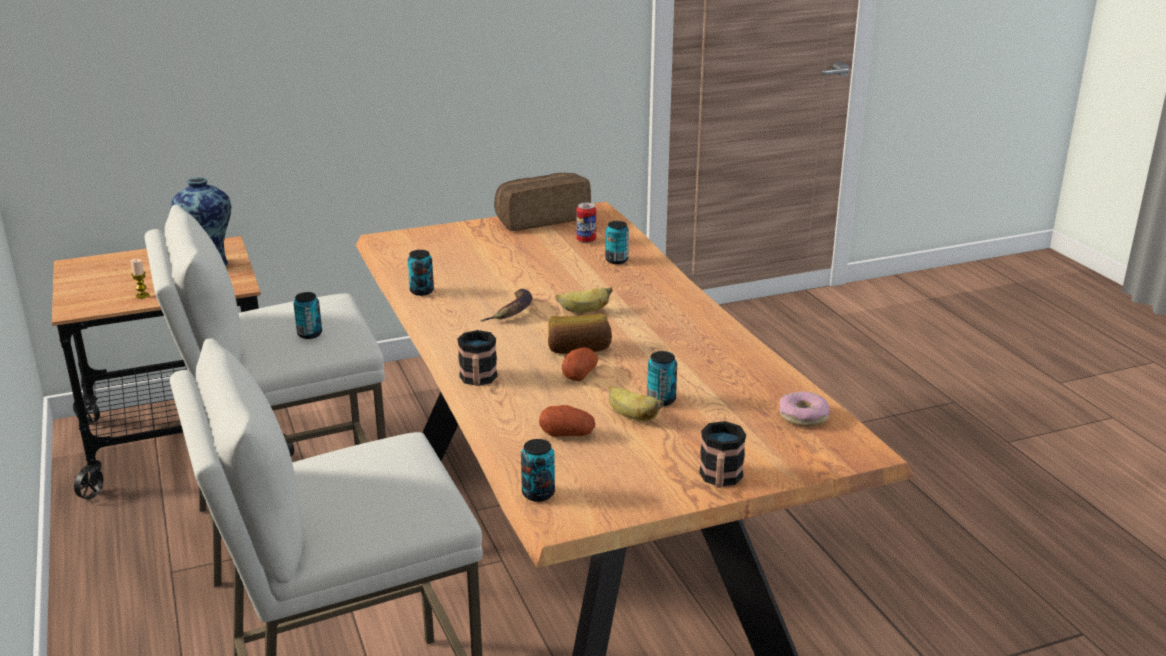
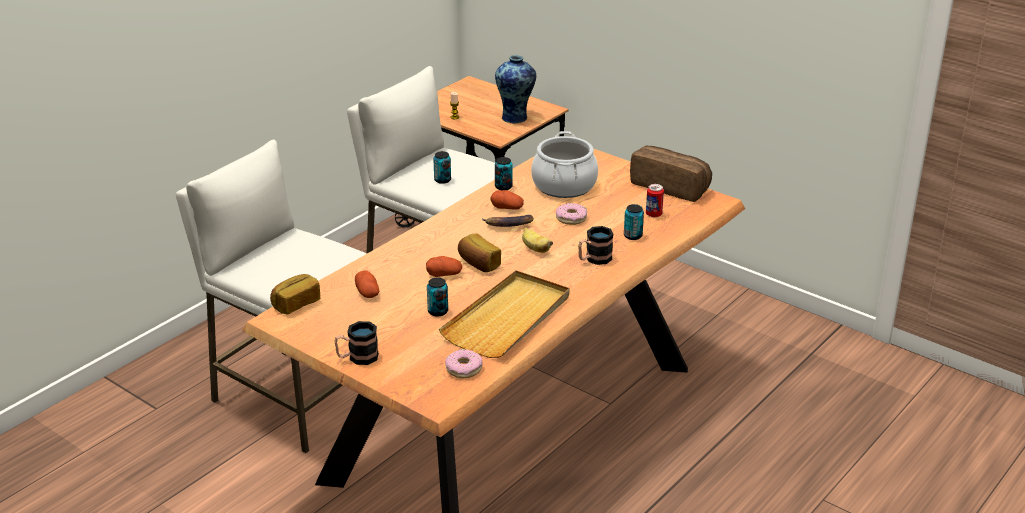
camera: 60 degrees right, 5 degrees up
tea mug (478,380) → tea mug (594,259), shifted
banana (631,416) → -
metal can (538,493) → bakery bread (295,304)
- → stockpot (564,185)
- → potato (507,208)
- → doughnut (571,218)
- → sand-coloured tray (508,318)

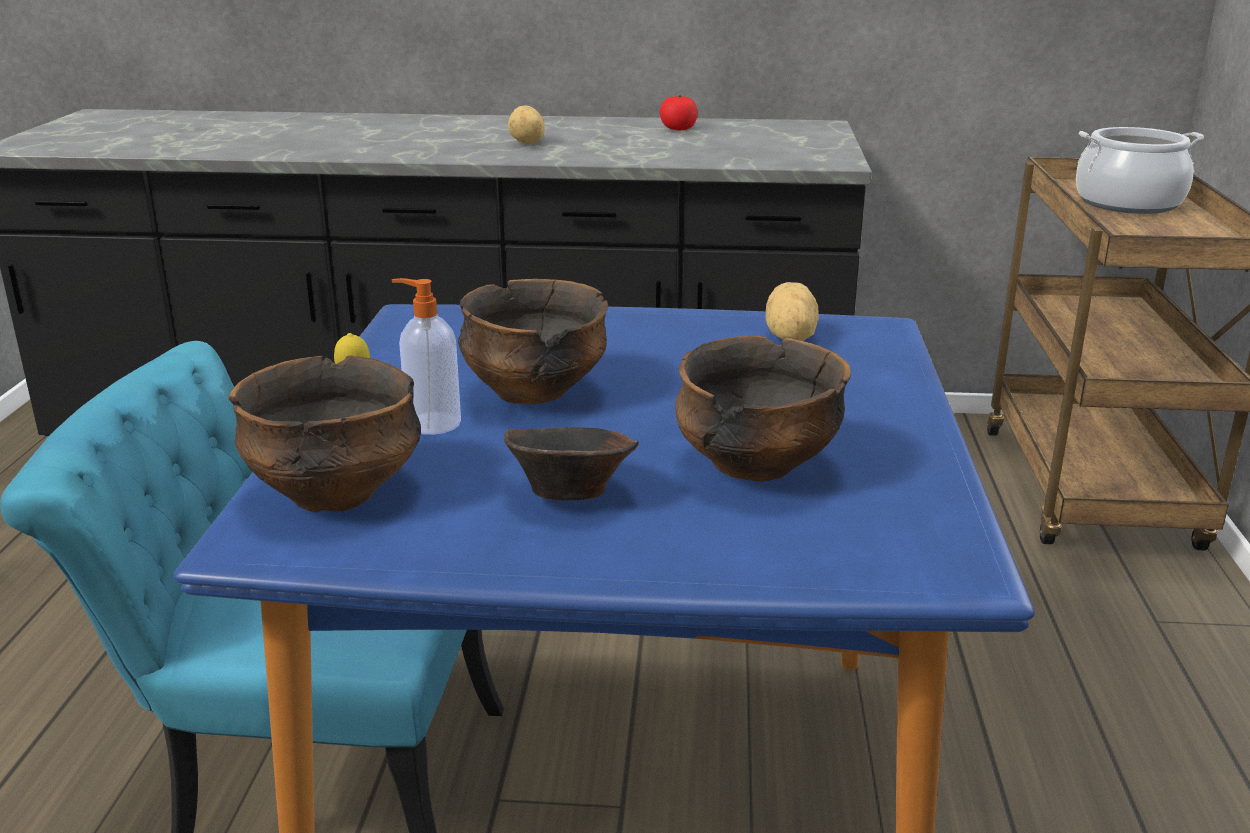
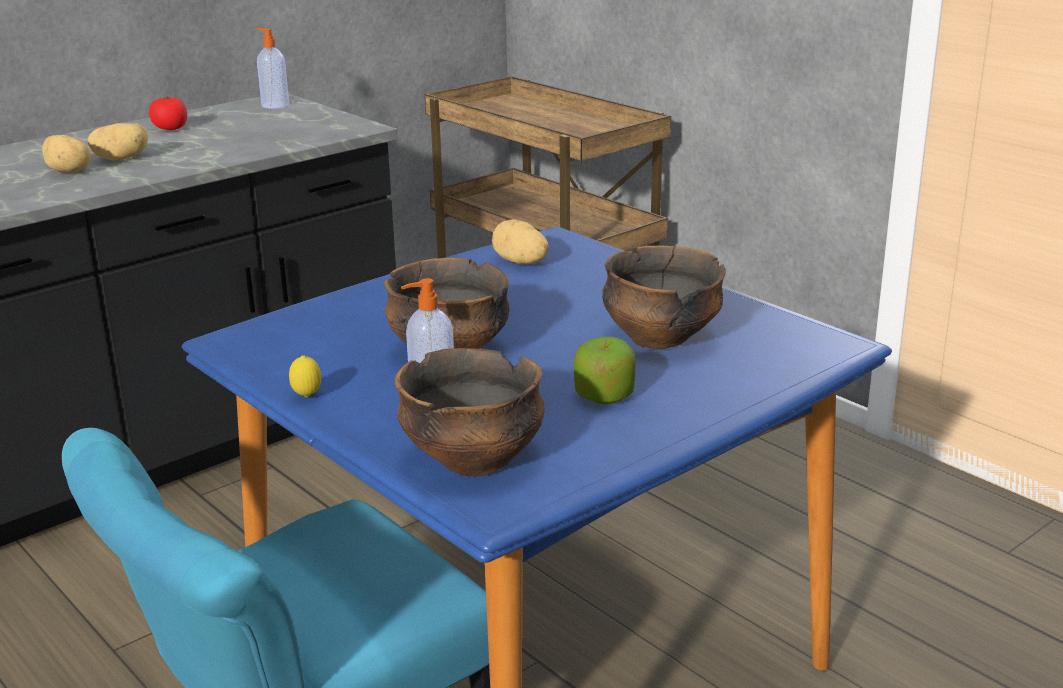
camera: 45 degrees left, 0 degrees up
stockpot (1128,203) → -
brown-coloured deep dish (568,494) → whole apple (604,395)
- → liquid soap bottle (274,105)
- → potato (122,158)

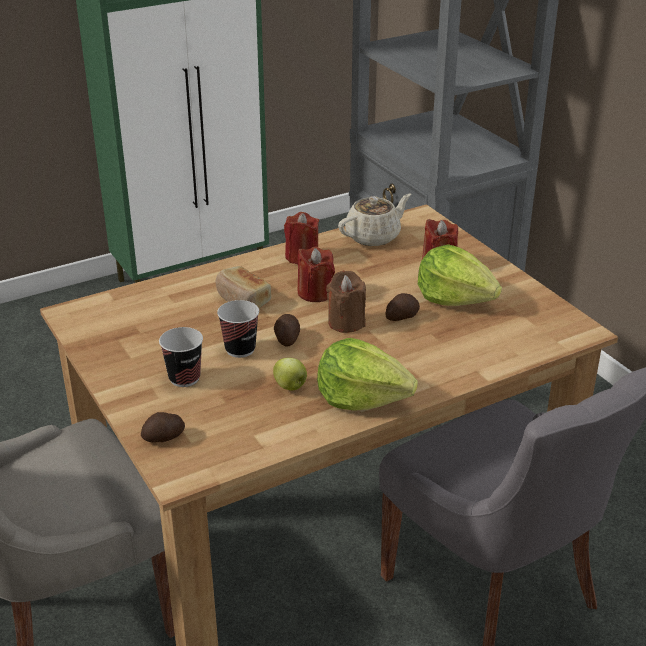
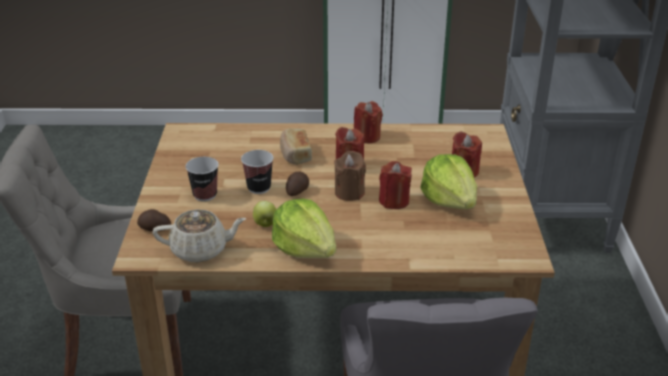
camera: 30 degrees right, 0 degrees up
sand-coloured teapot (374,237) → sand-coloured teapot (201,250), shifted
potato (401,316) → reddish candle (394,201)

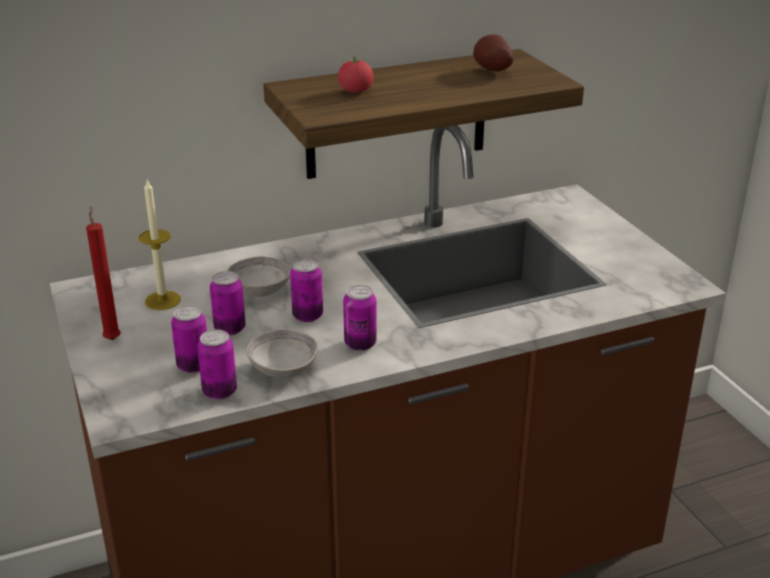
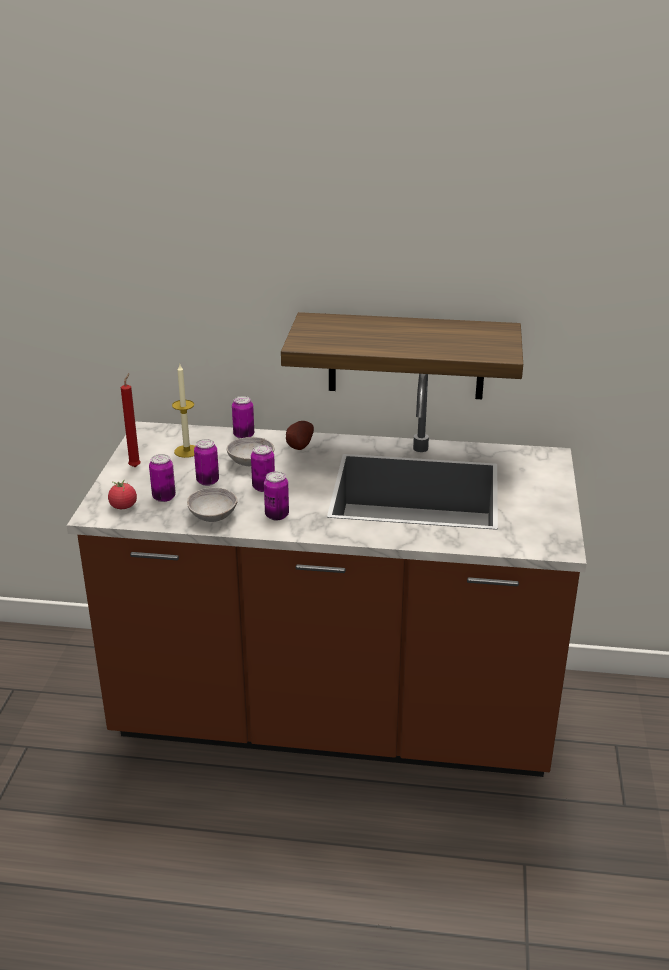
camera: 30 degrees right, 0 degrees up
potato (490,70) → potato (298,447), shifted
tomato (355,91) → tomato (123,506), shifted
metal can (219,392) → metal can (244,435), shifted

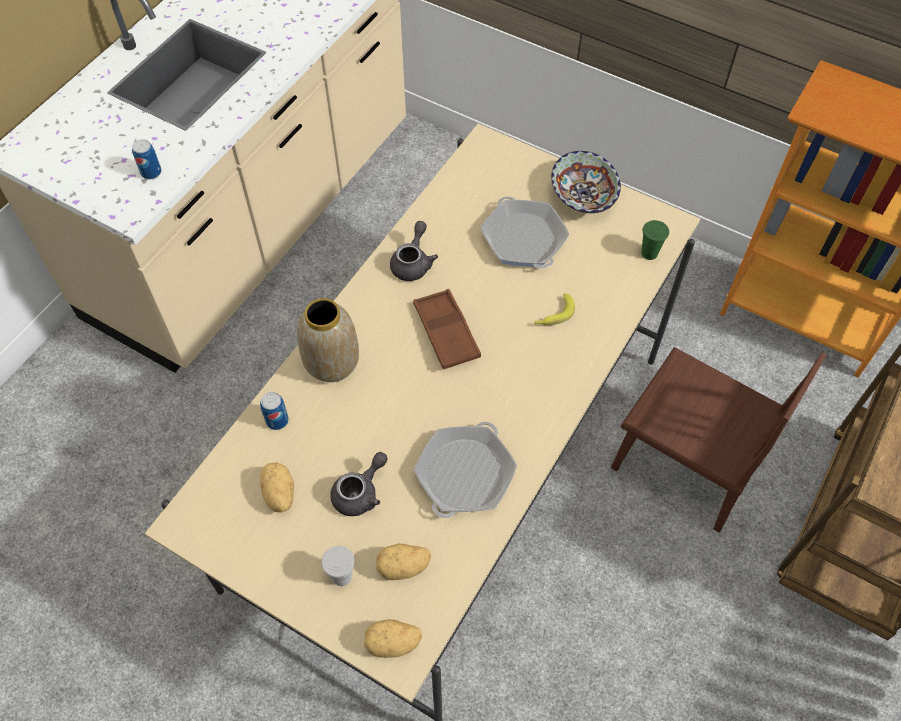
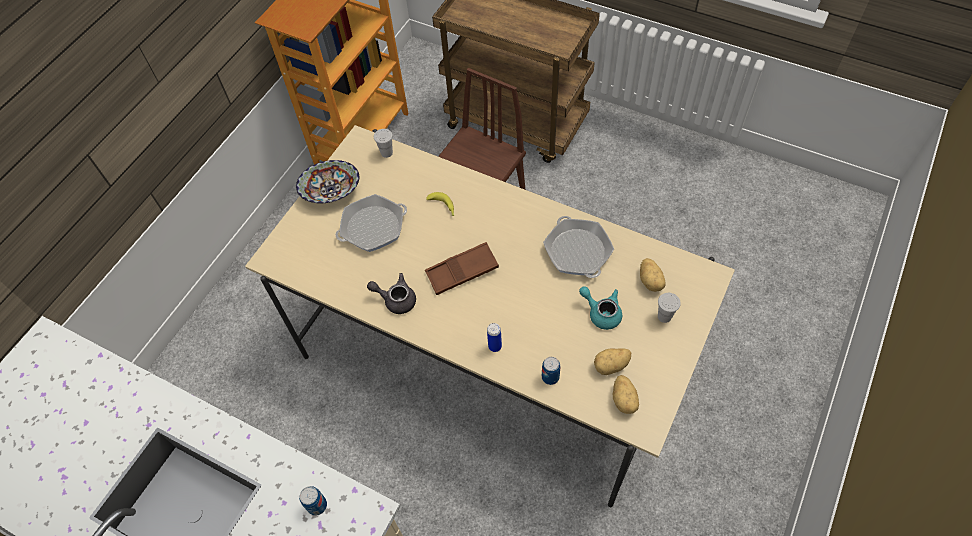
camera: 90 degrees left, 0 degrees up
greenish drinking cup (649,253) → whitish drinking cup (386,153)
vase (331,363) → metal can (495,346)
skillet (465,474) → skillet (577,251), 45 degrees clockwise
grey teapot (360,493) → blue-green teapot (601,313)
potato (393,644) → potato (624,399), shifted

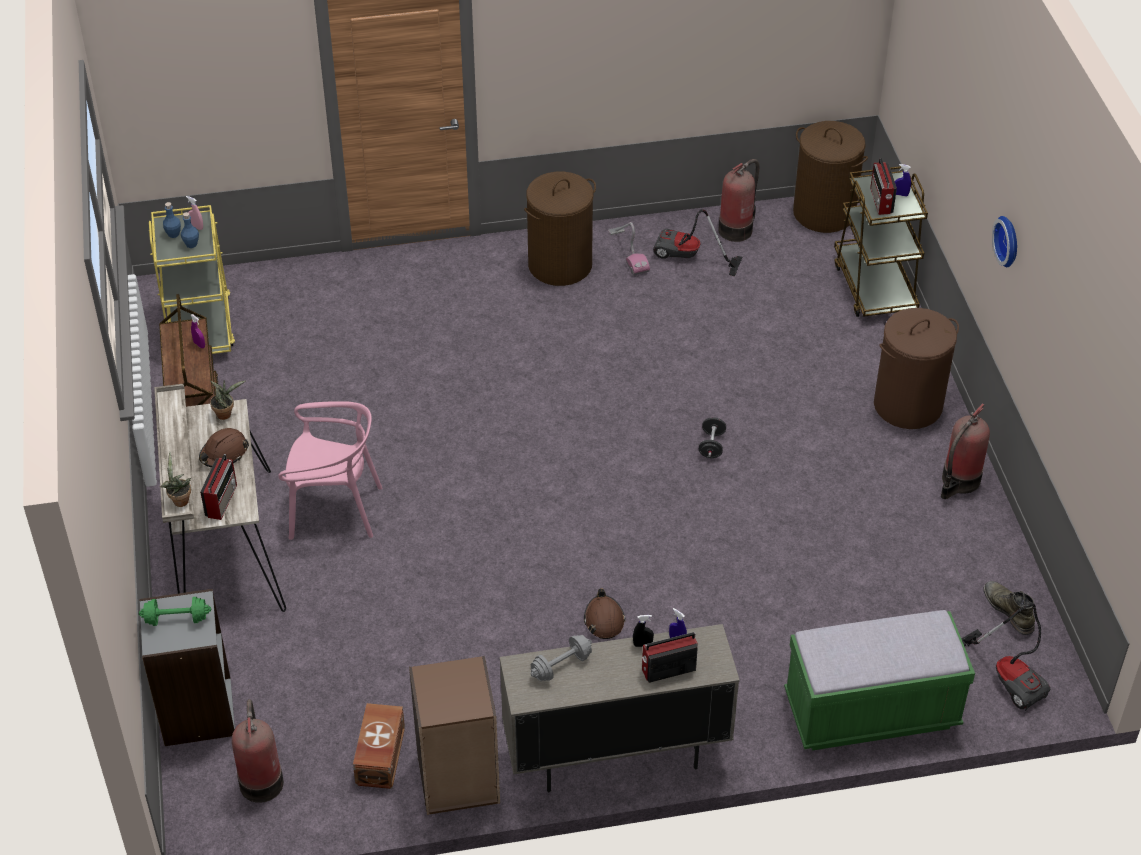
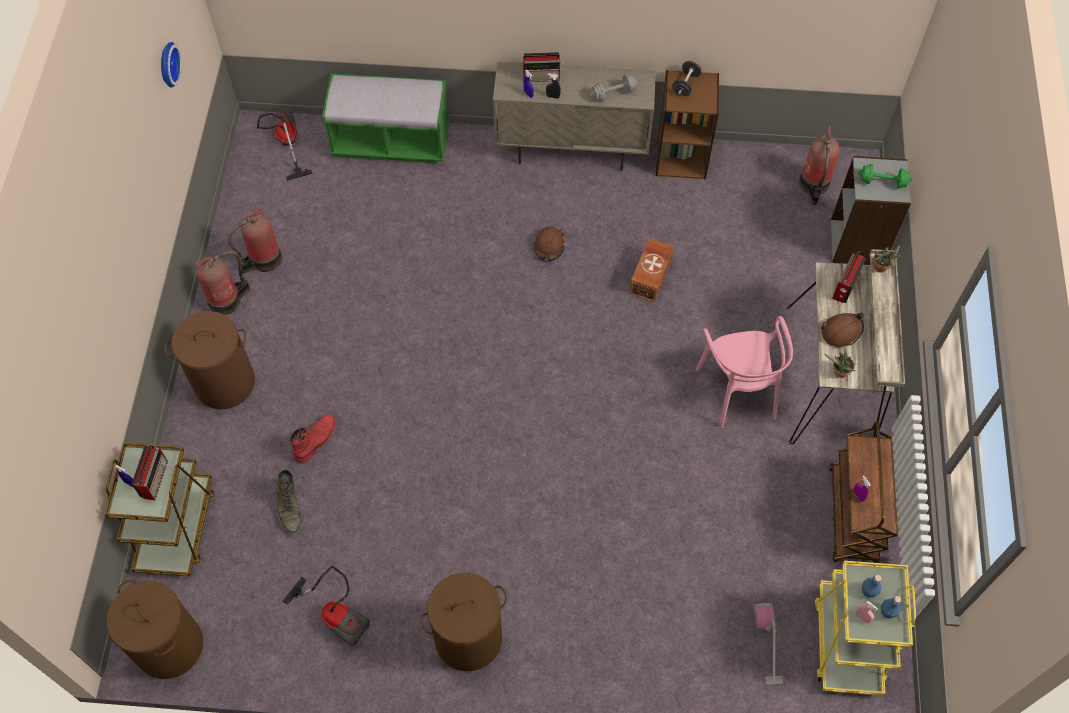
camera: 165 degrees left, 15 degrees up
fire extinguisher (737,229) → fire extinguisher (263,260), shifted
wall clock (1009,241) → wall clock (167,64), shifted
vacuum (628,252) → vacuum (767,644), shifted
pink-coloured plain chair (334,510) → pink-coloured plain chair (738,391), 120 degrees counterclockwise
black-coloured hand weight (711,446) → black-coloured hand weight (685,85), shifted
greenish high-top boot (1008,610) → greenish high-top boot (289,508), shifted
brown-coloured storage box (379,757) → brown-coloured storage box (651,276), shifted
- → reddish high-top boot (316,440)

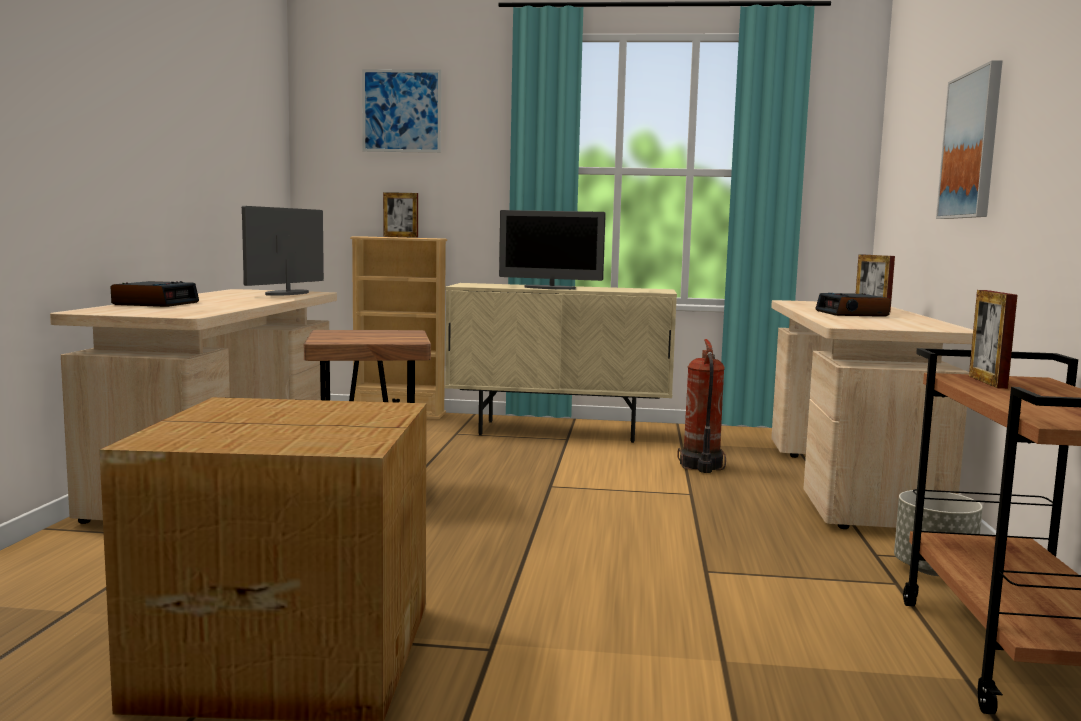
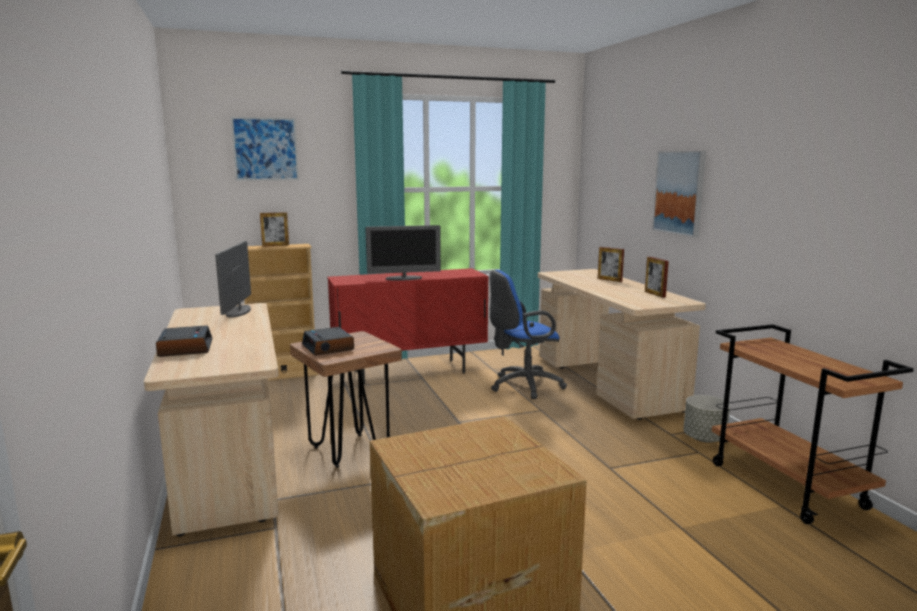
camera: 25 degrees left, 5 degrees up
sand-coloured cupboard (559,432) → reddish cupboard (410,372)
standing frame (987,382) → standing frame (655,294), shifted
bedside clock (852,313) → bedside clock (329,347), shifted
fire extinguisher (700,466) → blue-coloured computer chair (522,386)

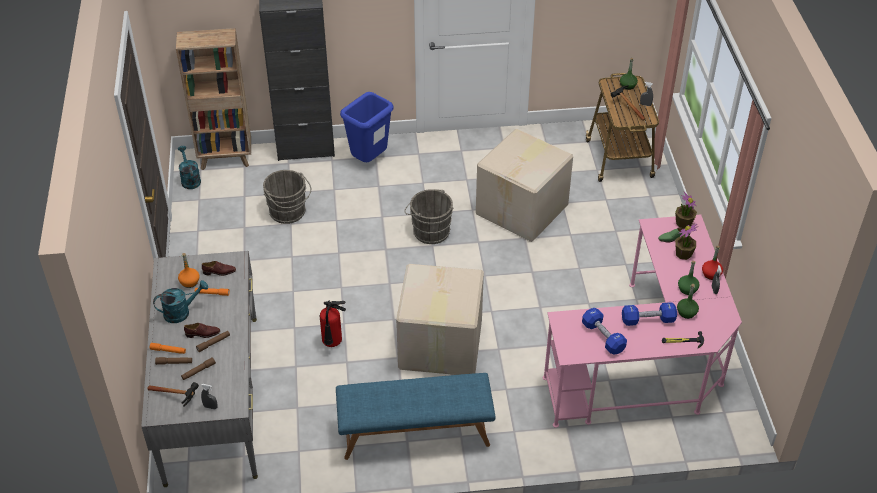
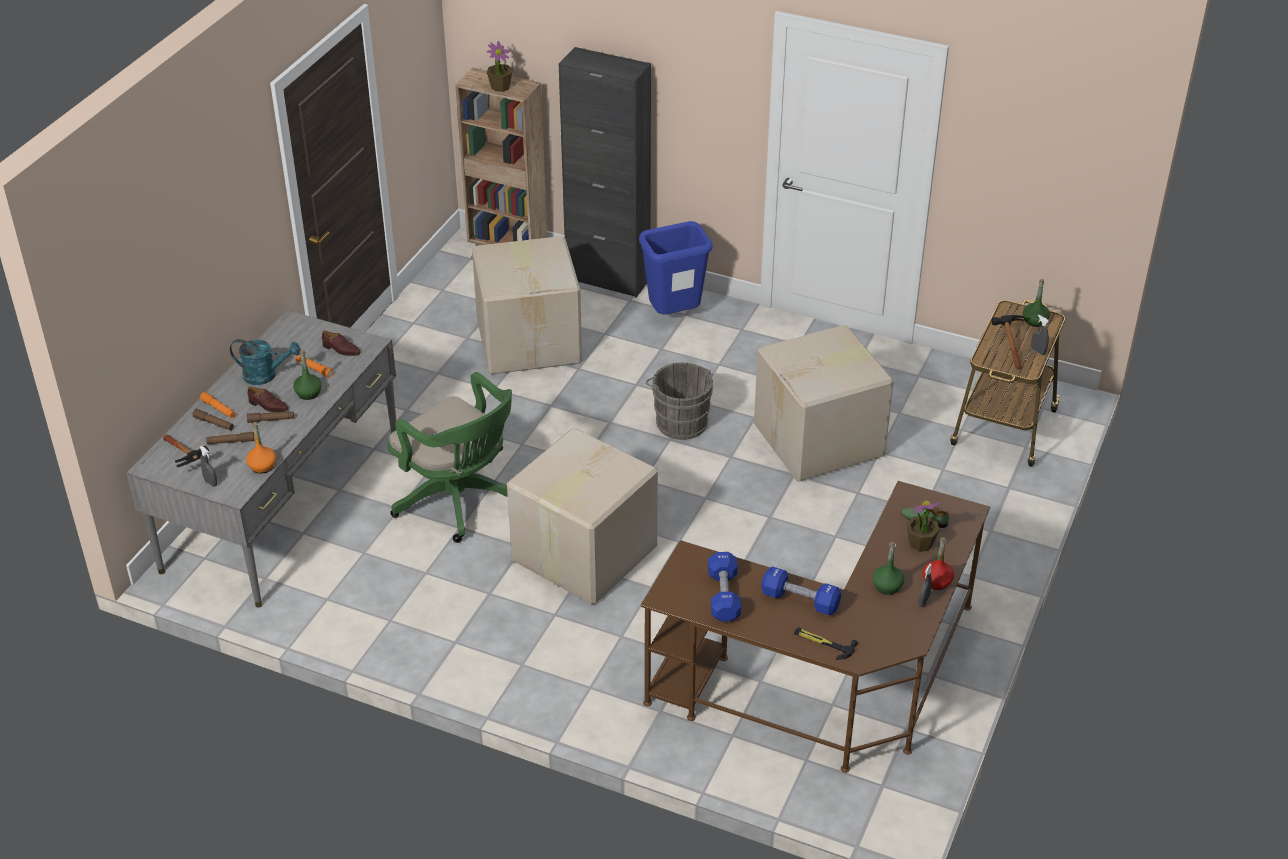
camera: 30 degrees right, 5 degrees down
blue-green watering pot (190,179) → -
grey bucket (289,213) → packing box (530,341)
plant in a pot (683,223) → plant in a pot (500,87), shifted
pink-coloured desk (647,362) → brown-coloured desk (829,682)
orangey drink bottle (190,282) → orangey drink bottle (262,466), shifted
greenish drink bottle (686,312) → greenish drink bottle (308,393), shifted
fire extinguisher (332,344) → greenish computer chair (460,502)
blue-coloured bench (415,433) → -

